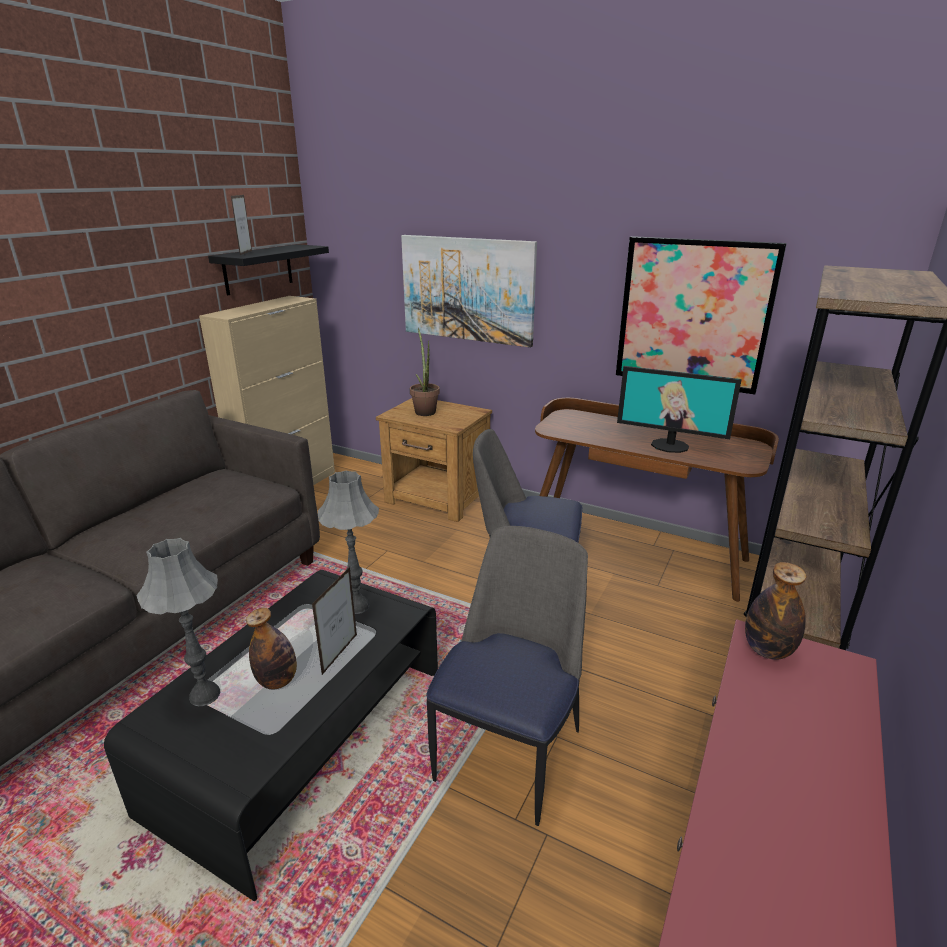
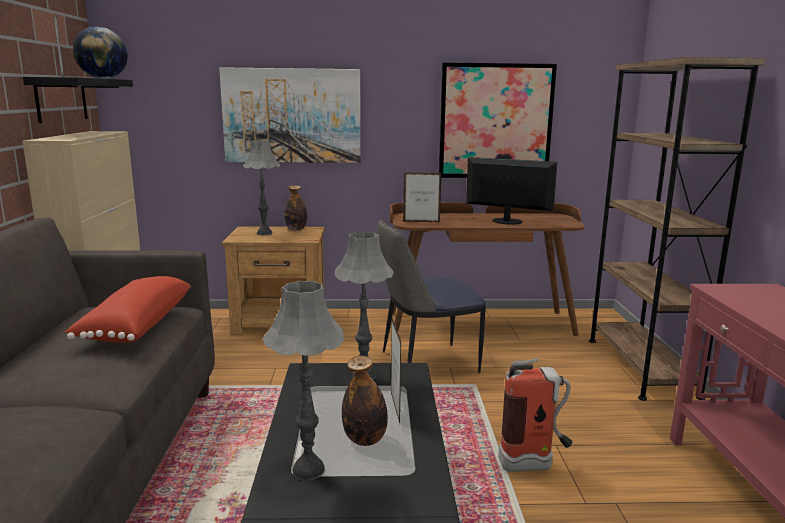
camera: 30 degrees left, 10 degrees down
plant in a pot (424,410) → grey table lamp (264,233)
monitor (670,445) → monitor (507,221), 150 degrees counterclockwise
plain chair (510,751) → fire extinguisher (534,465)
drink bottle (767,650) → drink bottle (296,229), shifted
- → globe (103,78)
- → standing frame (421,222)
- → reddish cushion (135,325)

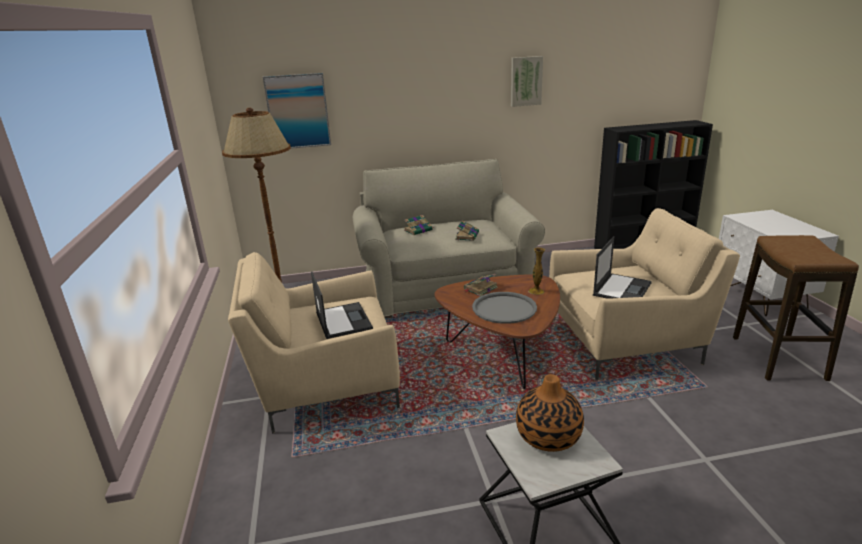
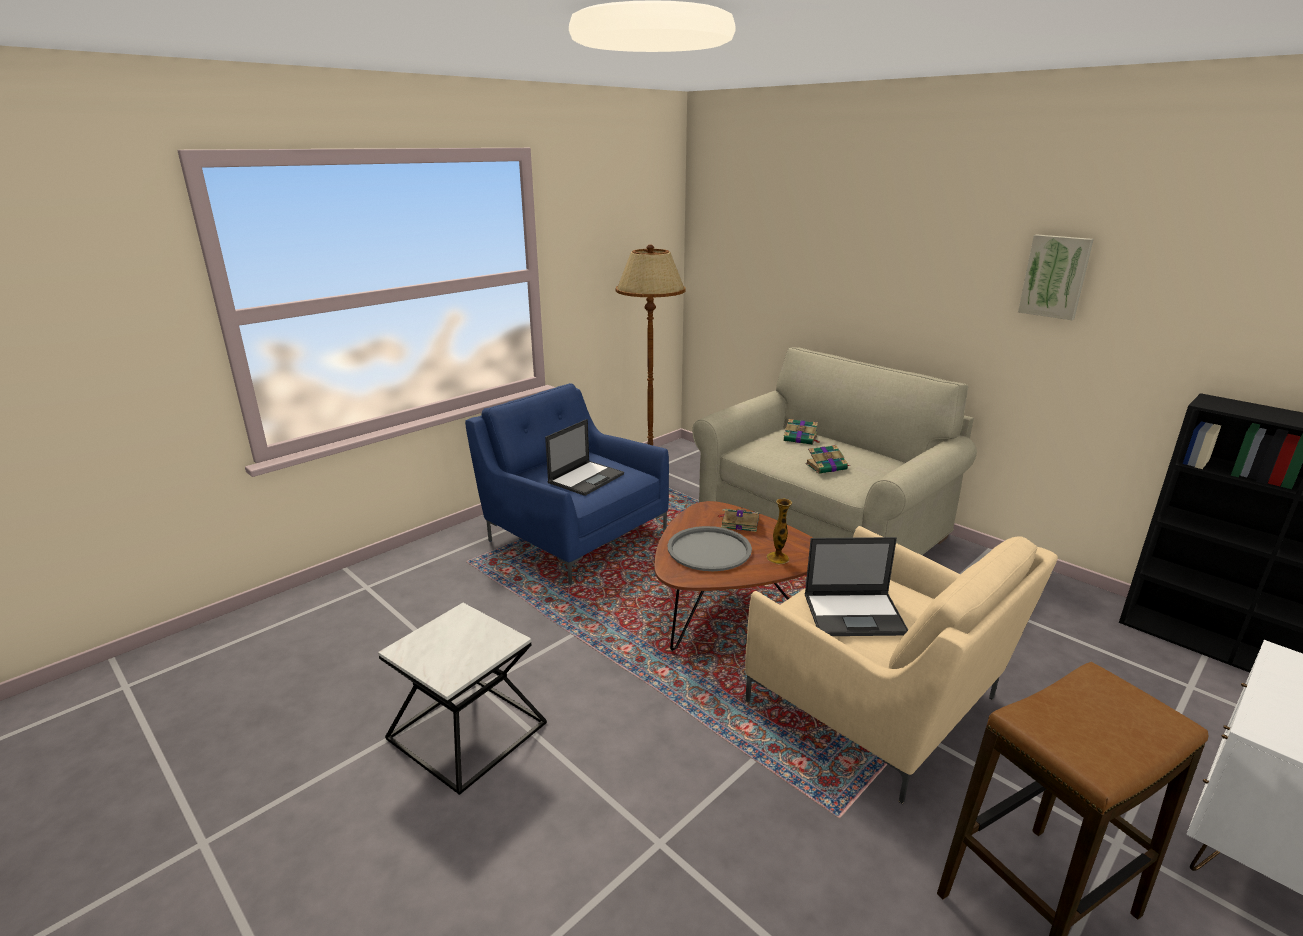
camera: 55 degrees right, 0 degrees up
wall picture (298,111) → -
sand-coloured lounge chair (324,382) → blue-coloured lounge chair (573,534)
vase (548,436) → -

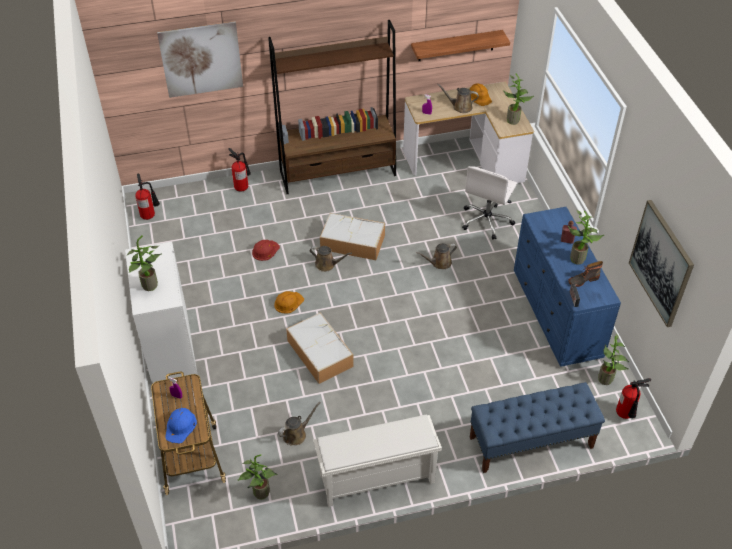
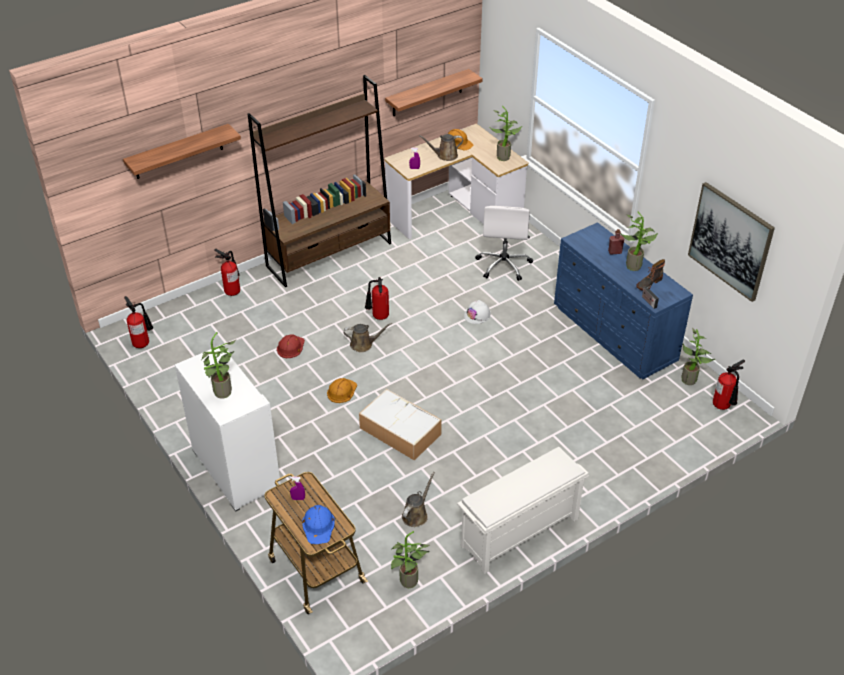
camera: 20 degrees left, 5 degrees down
wall picture (201,59) → shelf (178,152)
storage box (351,242) → fire extinguisher (378,317)
brown-coloured watering pot (439,263) → whitish safety helmet (477,315)
blue-coloured bench (530,442) → -

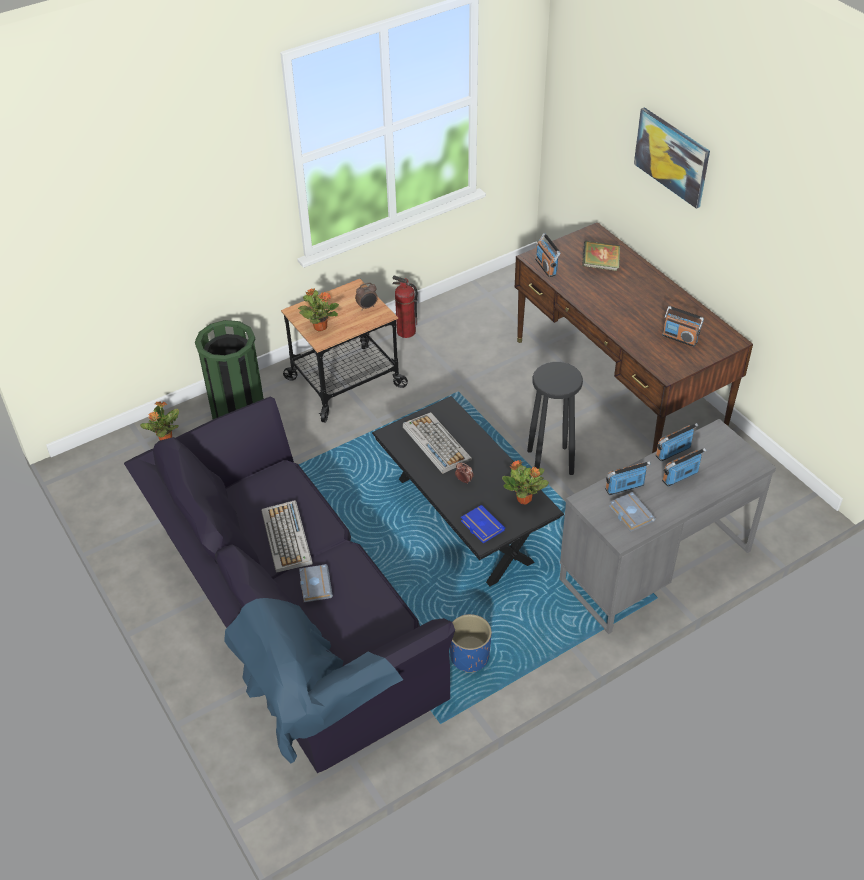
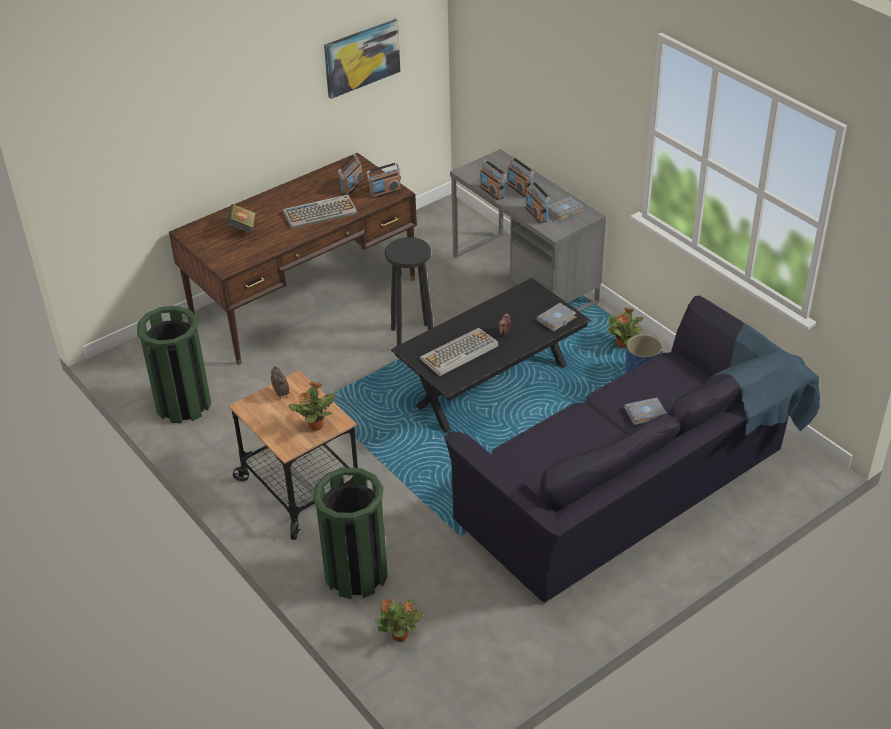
camera: 95 degrees left, 5 degrees down
wall picture (672,156) → wall picture (361,57), shifted
radio set (546,267) → radio set (385,192), shifted
fire extinguisher (406,332) → -
plant in a pot (524,499) → plant in a pot (622,344), shifted
PC keyboard (287,538) → PC keyboard (320,212), shifted
blue-coloured book (481,526) → grey book (556,320)
- → greenish waste bin (183,404)

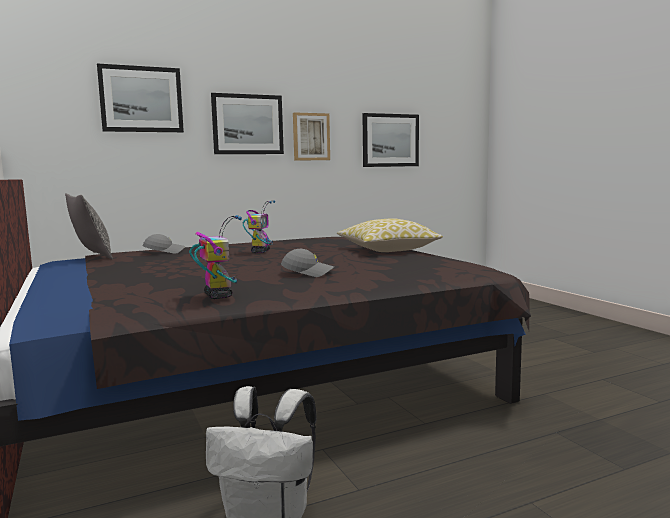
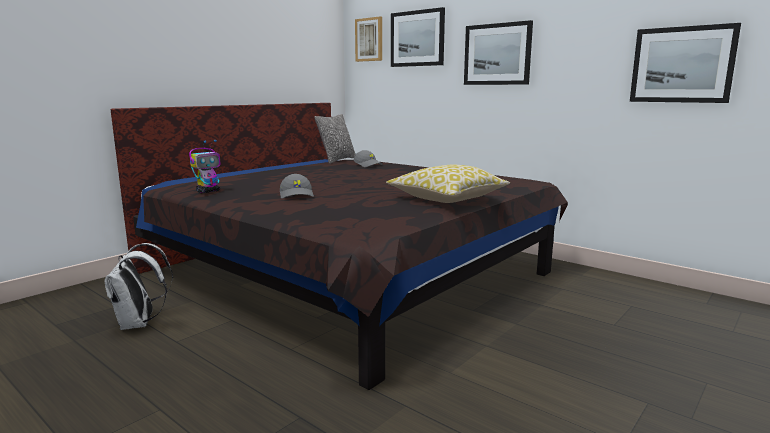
camera: 65 degrees right, 5 degrees up
wall picture (311,137) → wall picture (369,39), shifted
robot figure (260,252) → -

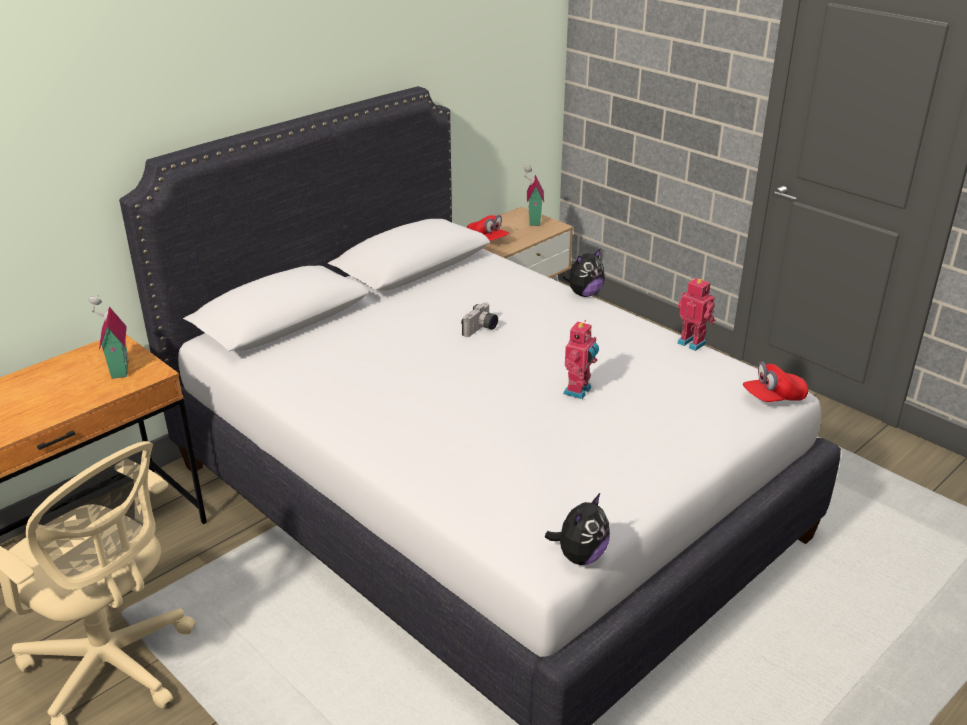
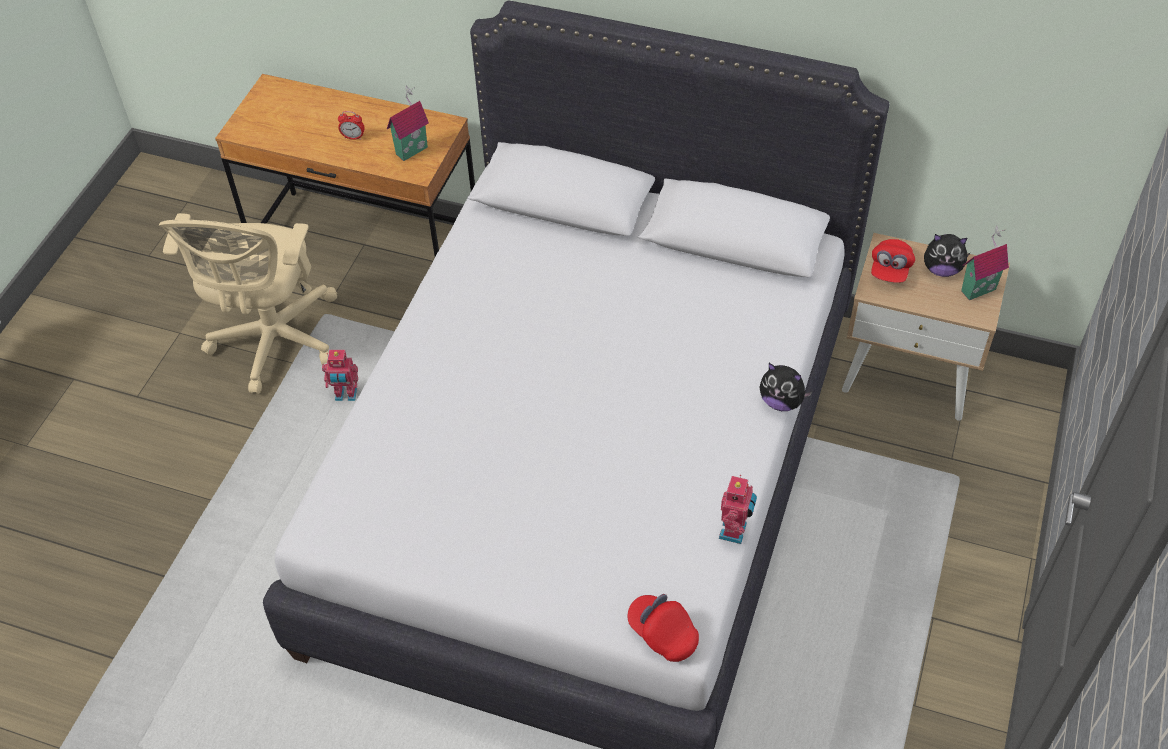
camera: 65 degrees right, 20 degrees up
photo camera (481,329) → -
robot figure (579,391) → robot figure (346,396), shifted
cuddly toy (580,556) → cuddly toy (941,269), shifted
- → bedside clock (353,137)

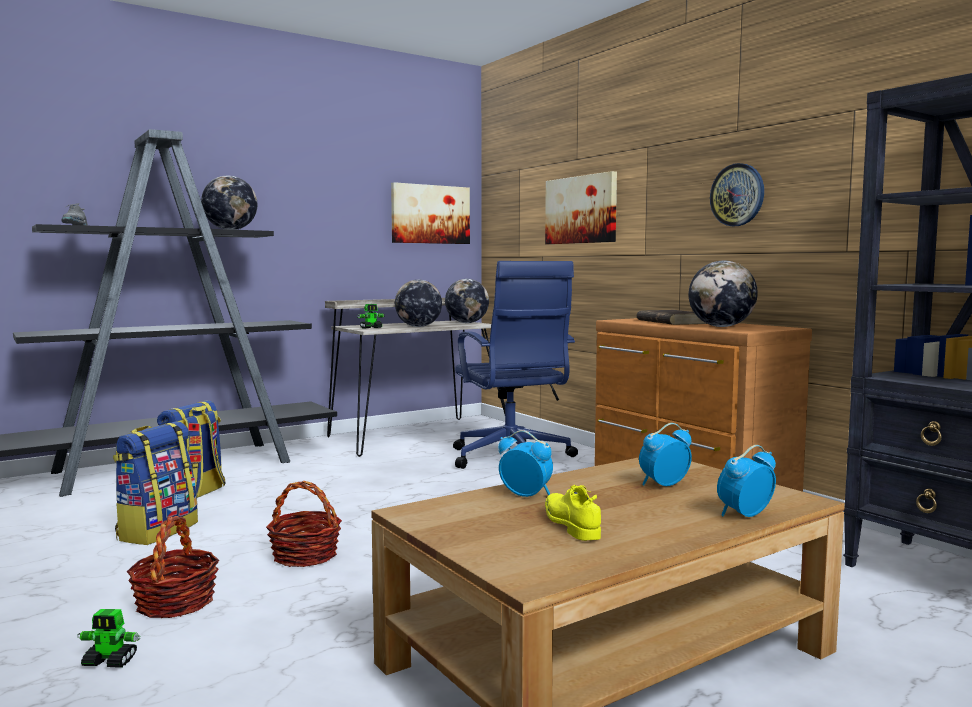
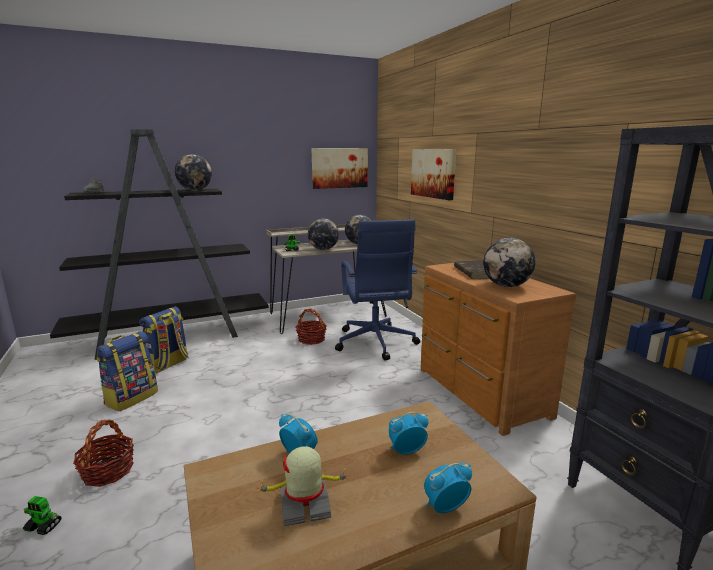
camera: 10 degrees right, 10 degrees up
wall clock (737,195) → -
basket (305,555) → basket (311,339), shifted
yellow item of footwear (570,525) → robot figure (305,506)

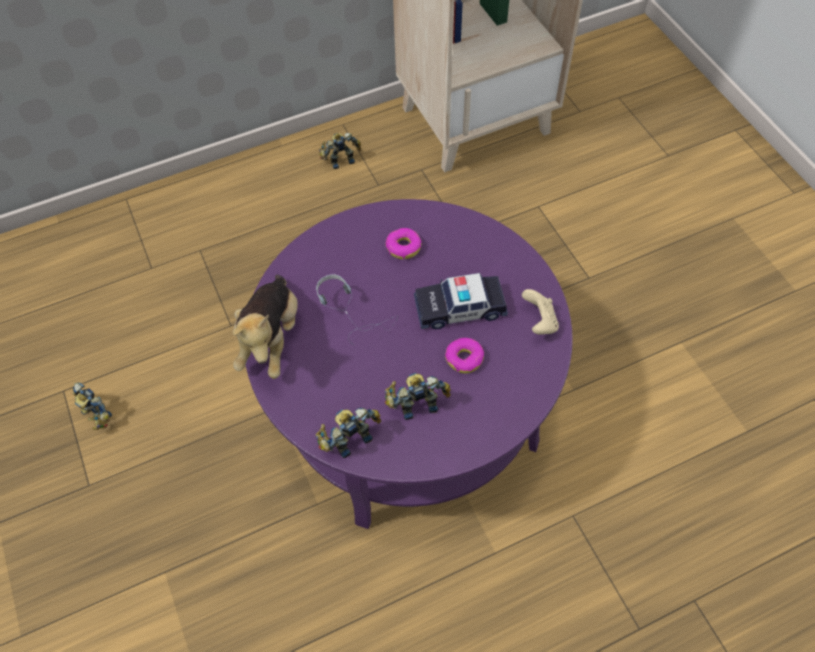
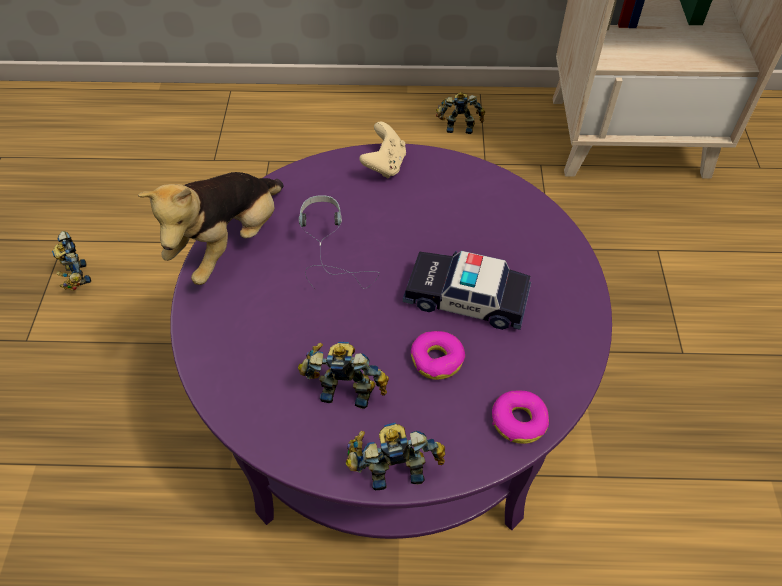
camera: 25 degrees right, 5 degrees down
doughnut (403,247) → doughnut (518,420), shifted
sand-coloured joypad (539,322) → sand-coloured joypad (385,165), shifted
robot figure (349,438) → robot figure (394,466), shifted

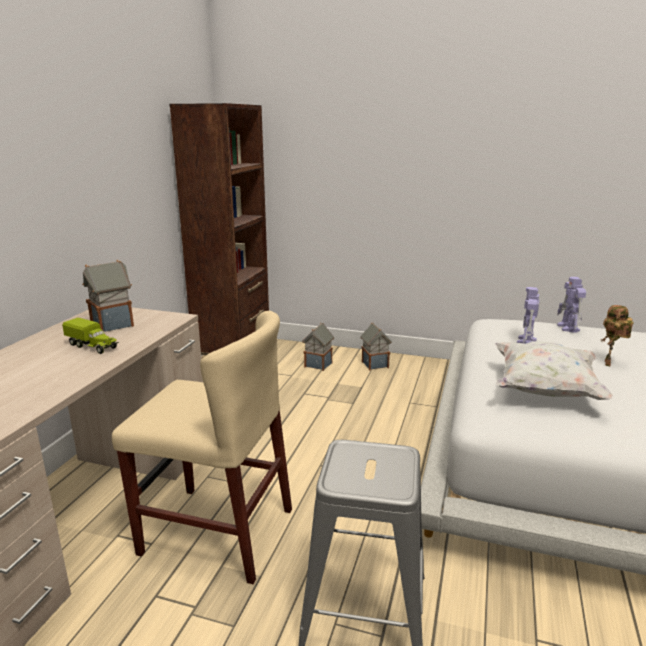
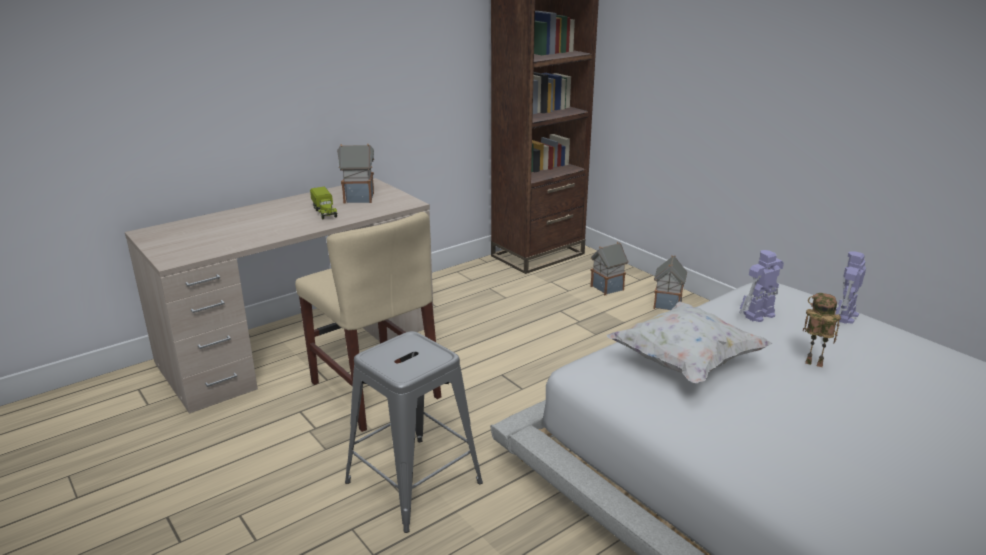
camera: 35 degrees right, 5 degrees up
robot figure (609,364) → robot figure (812,364), 60 degrees clockwise

